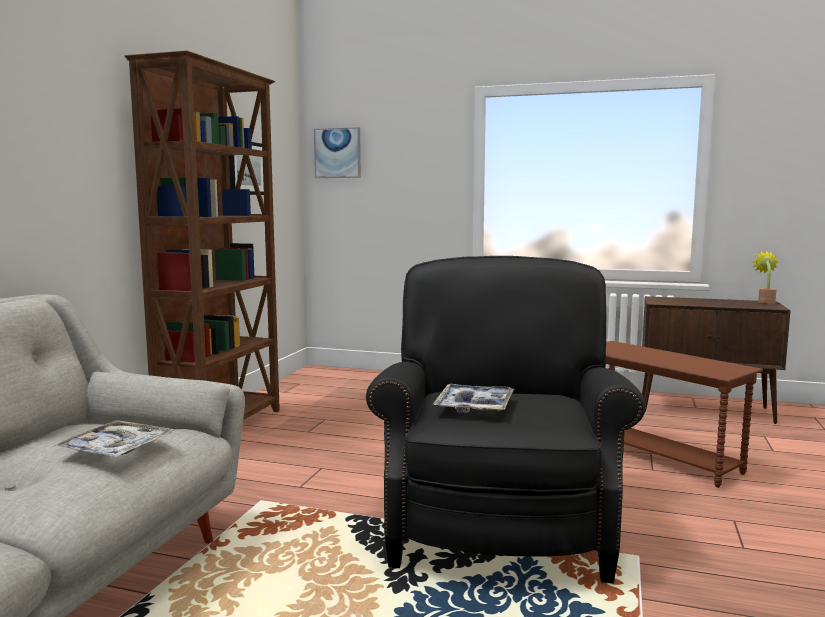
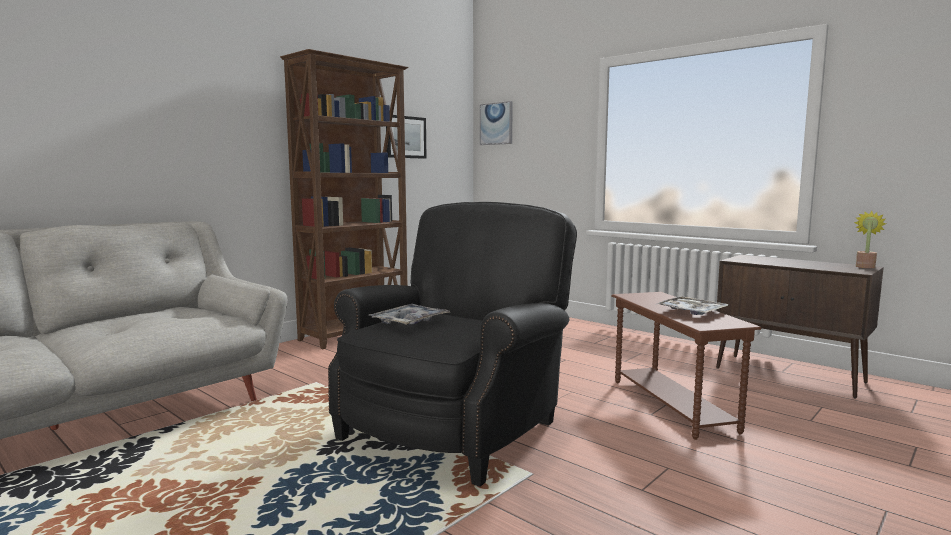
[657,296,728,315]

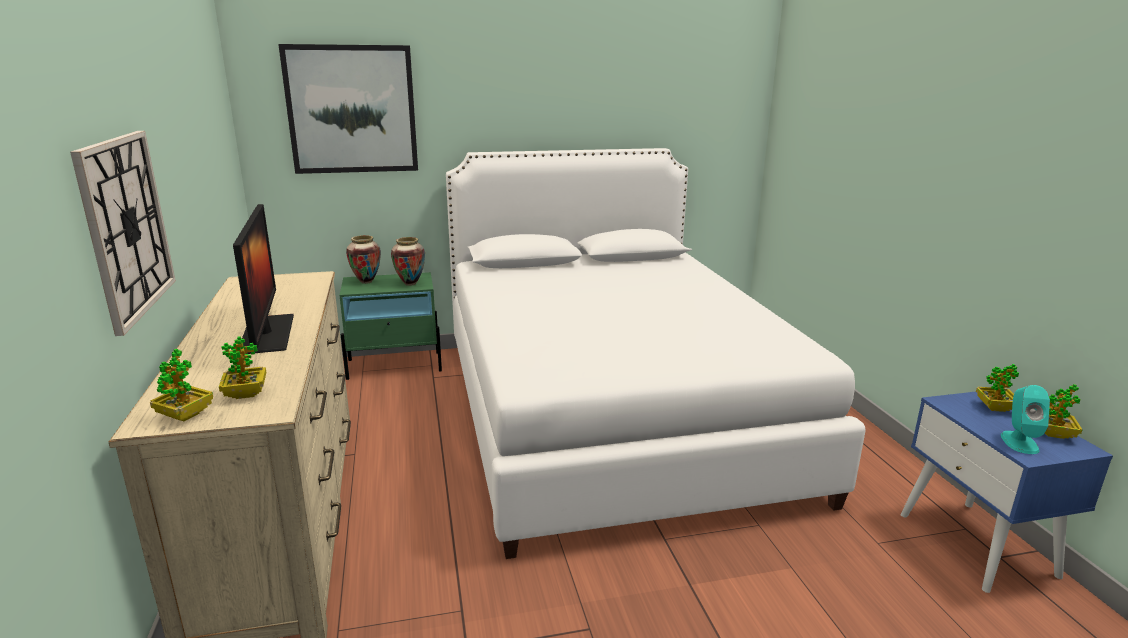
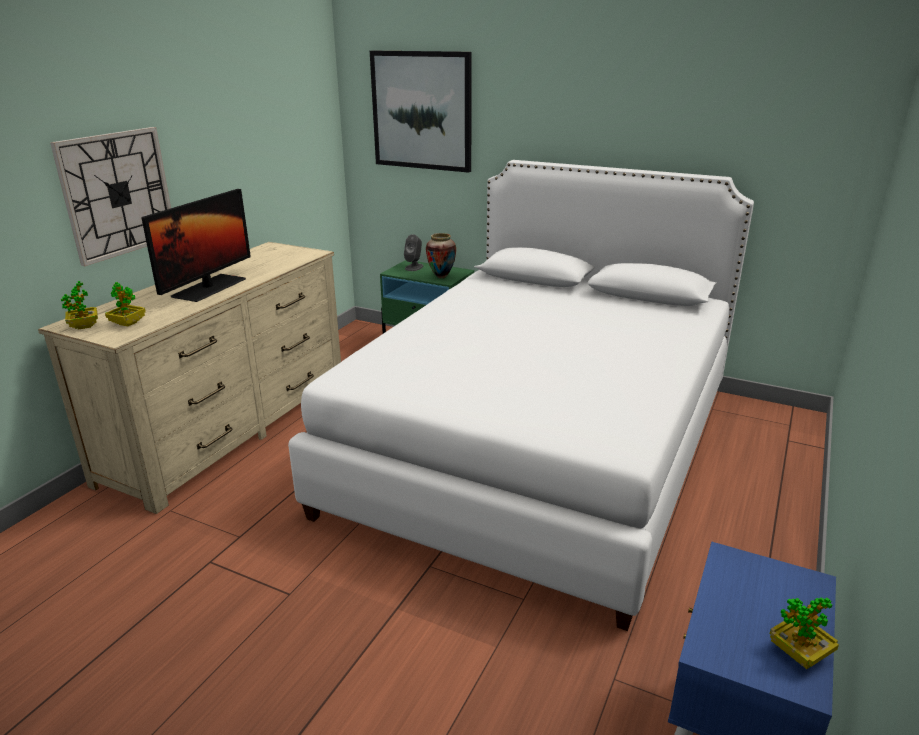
[404,234,423,271]
[976,364,1019,412] (first image)
[1001,385,1050,454] (first image)

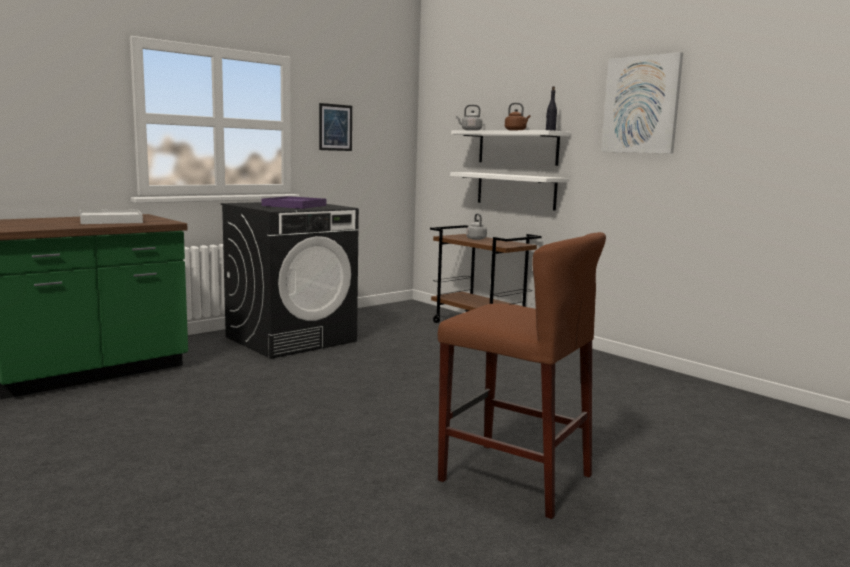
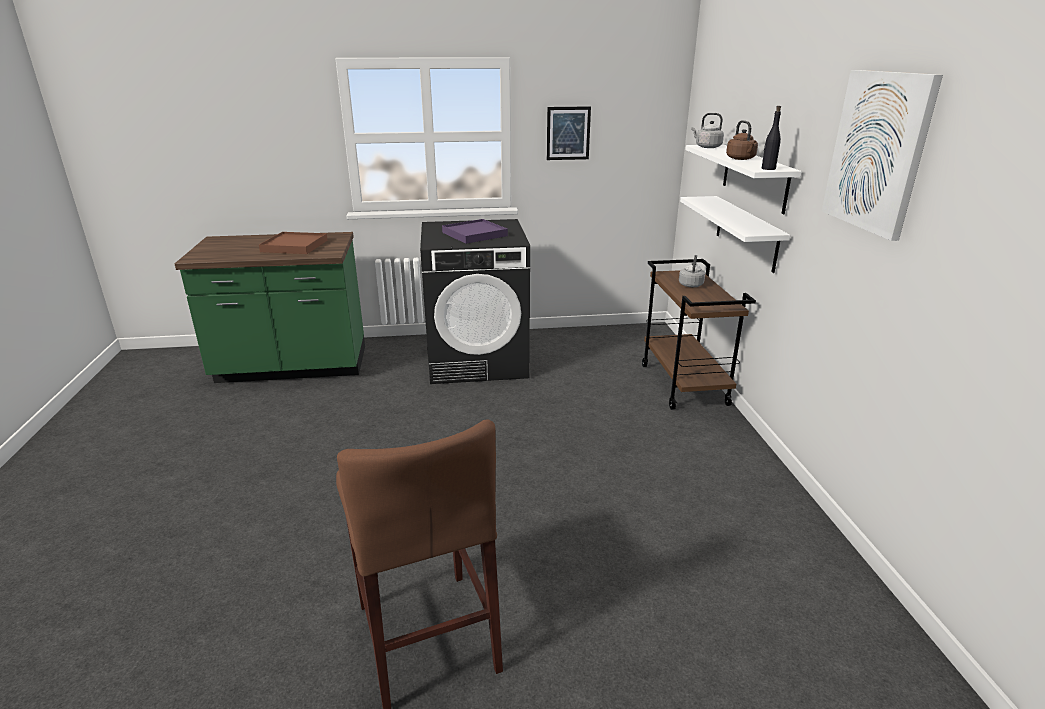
[259,232,328,254]

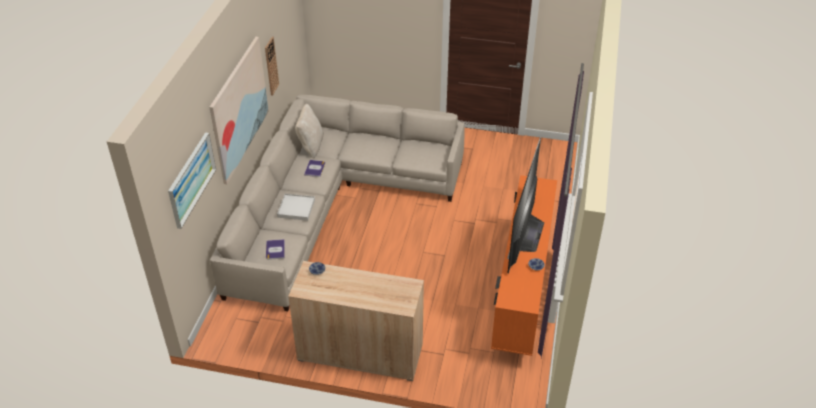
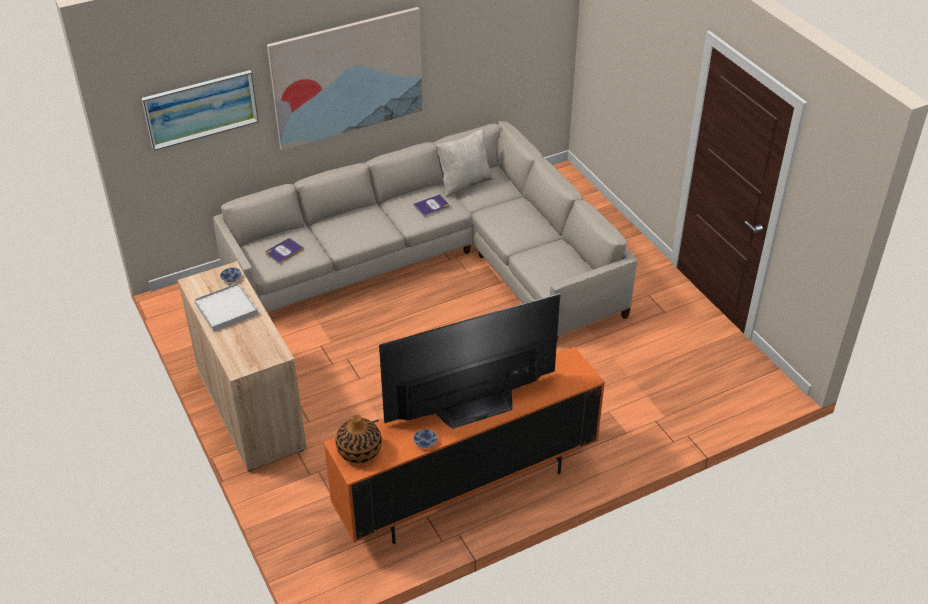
[265,37,279,96] (first image)
[194,283,258,332]
[335,415,382,463]

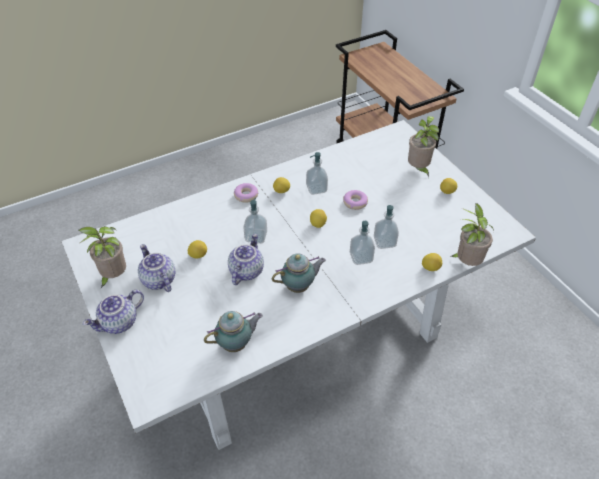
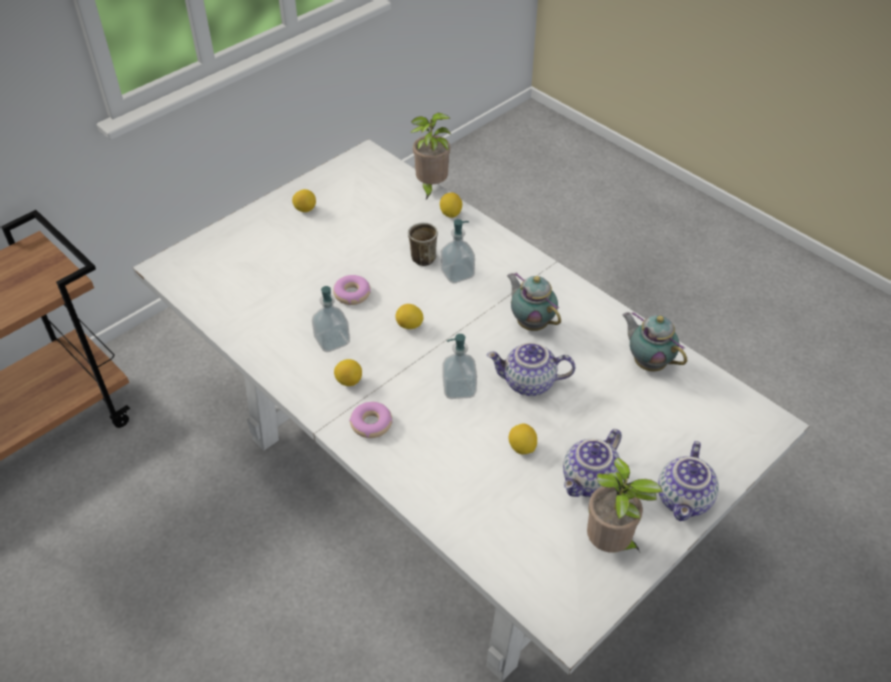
[658,441,719,521]
[408,222,438,266]
[408,116,439,177] (first image)

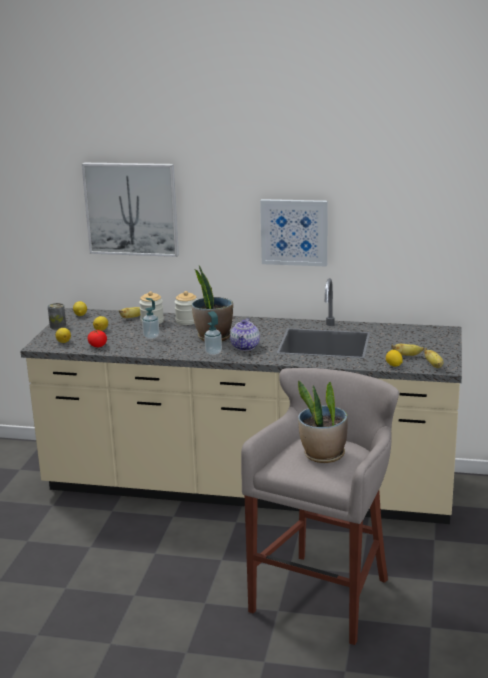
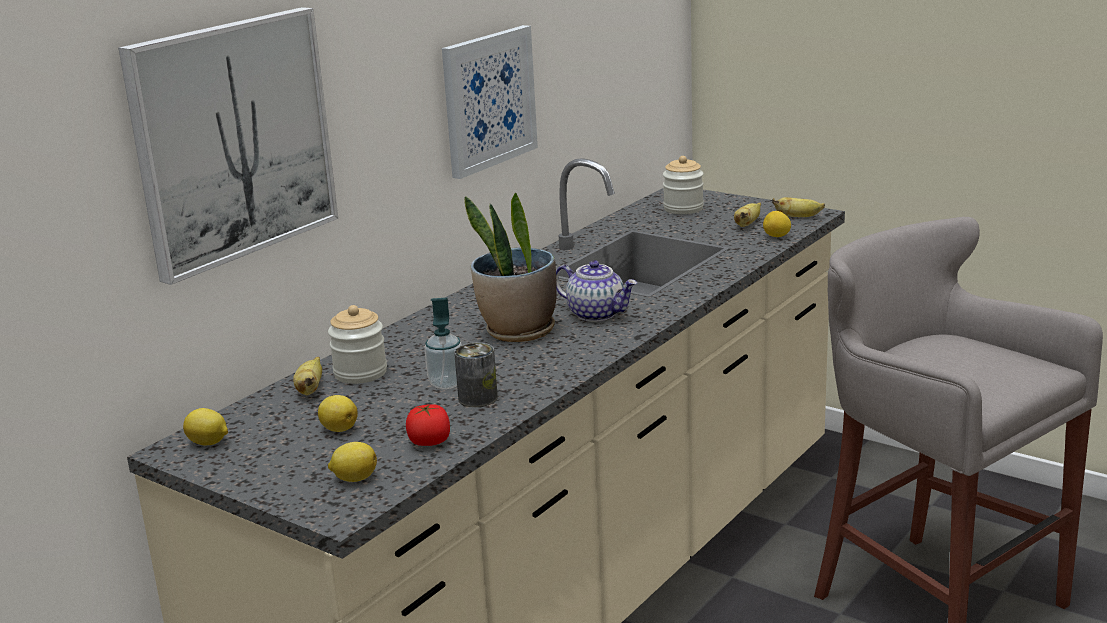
[454,343,498,407]
[663,156,704,214]
[204,311,222,355] (first image)
[298,380,348,463] (first image)

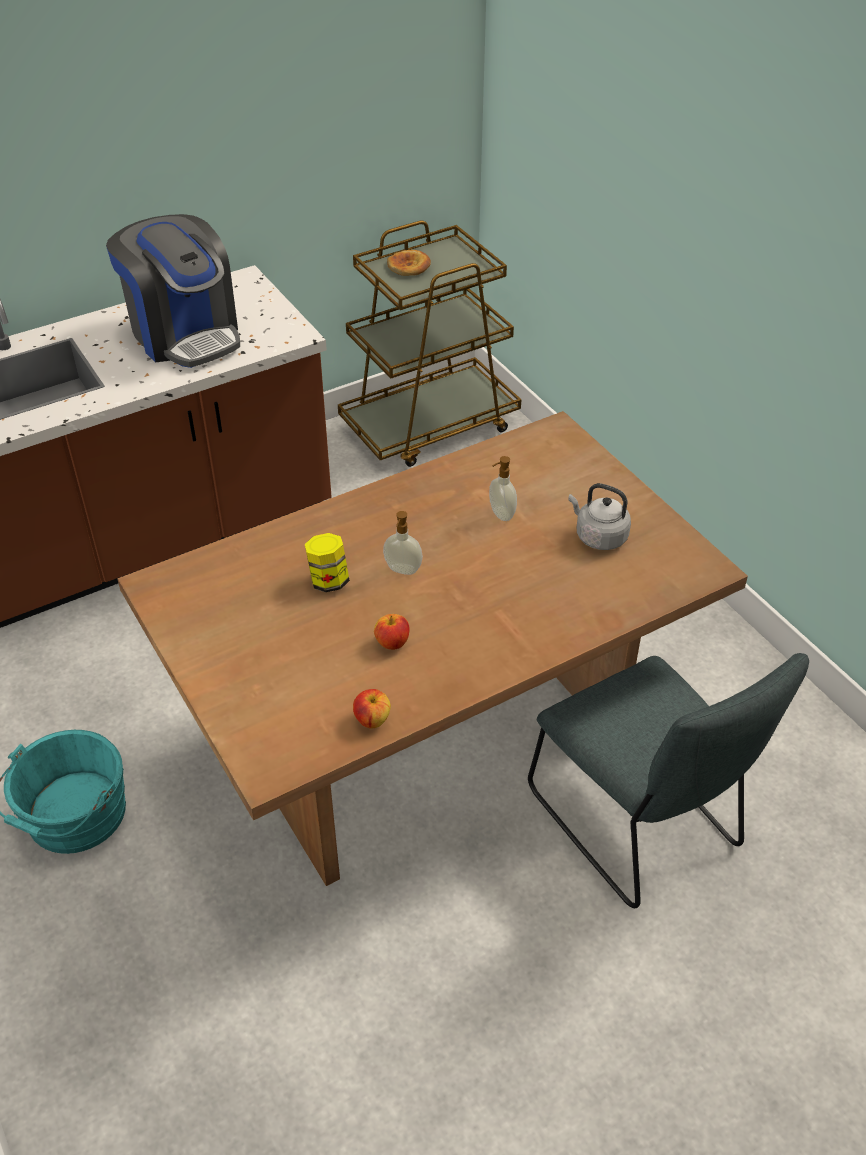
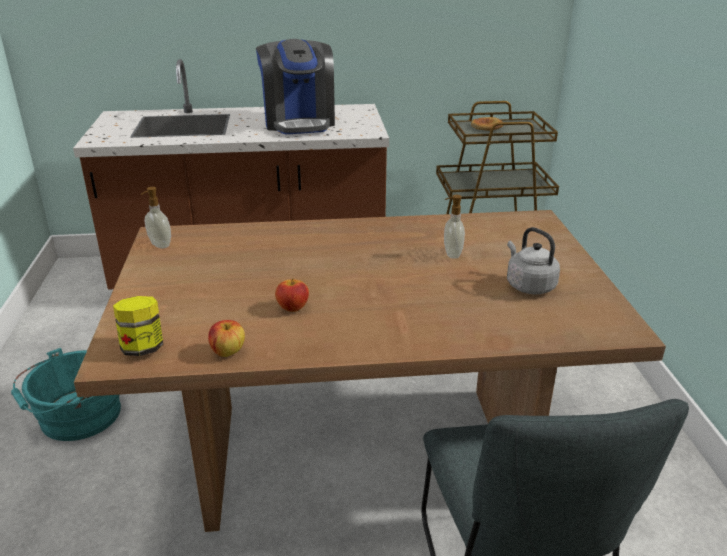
[113,296,163,356]
[141,187,171,249]

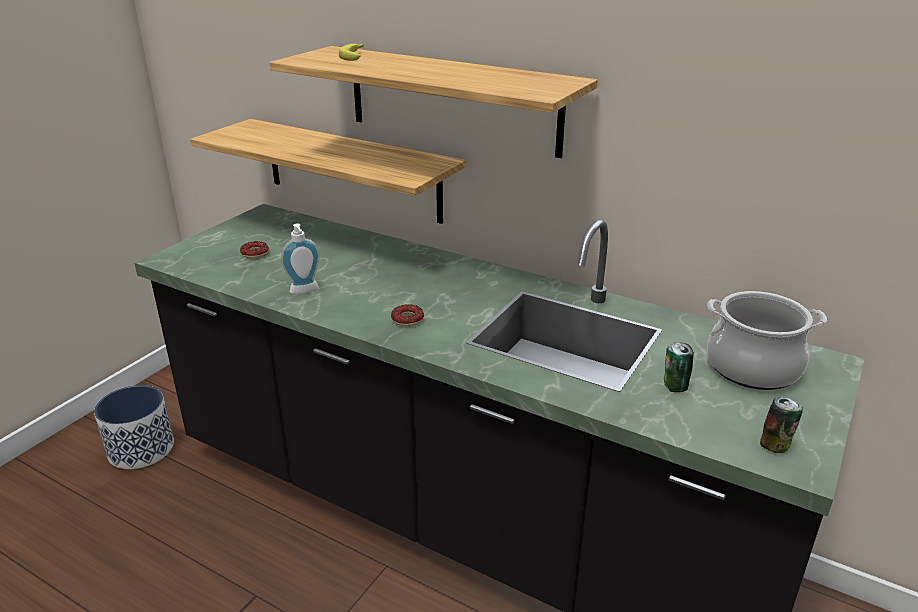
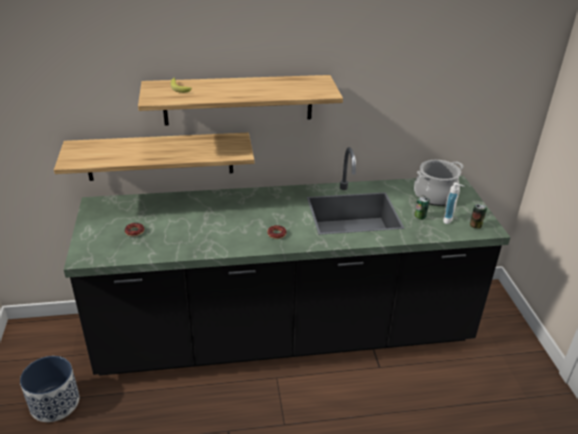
[443,182,465,224]

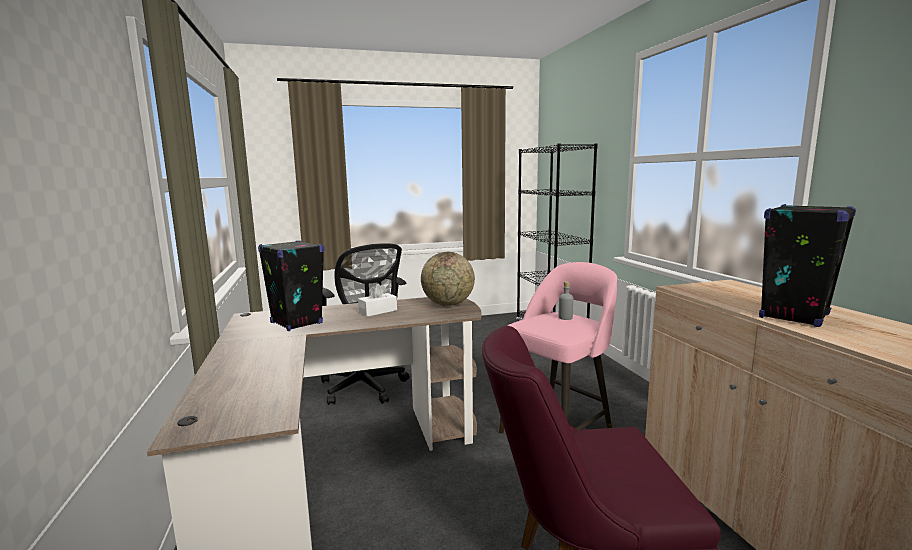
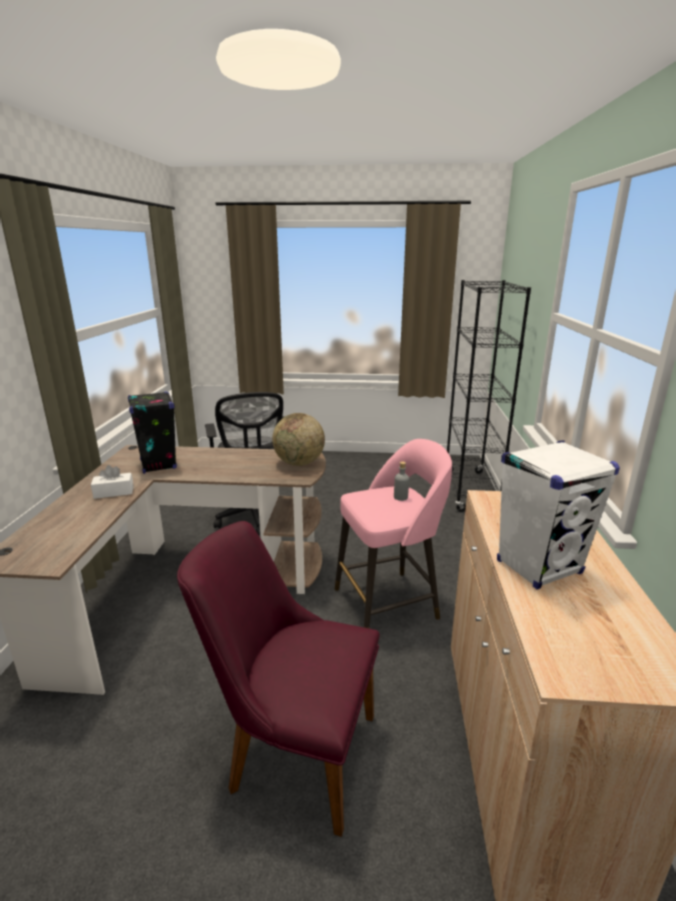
[91,465,134,499]
[497,440,620,590]

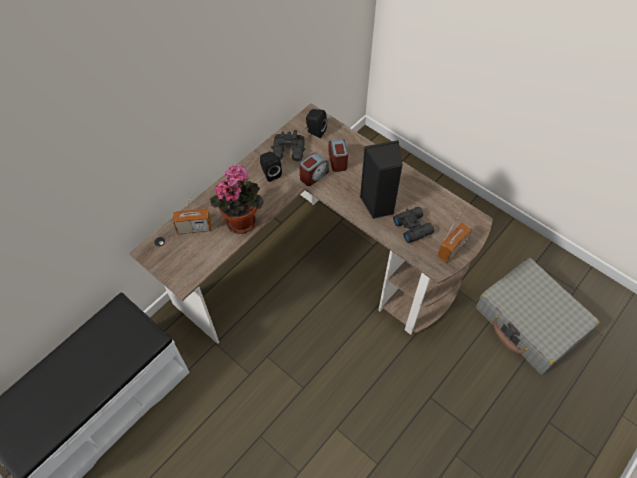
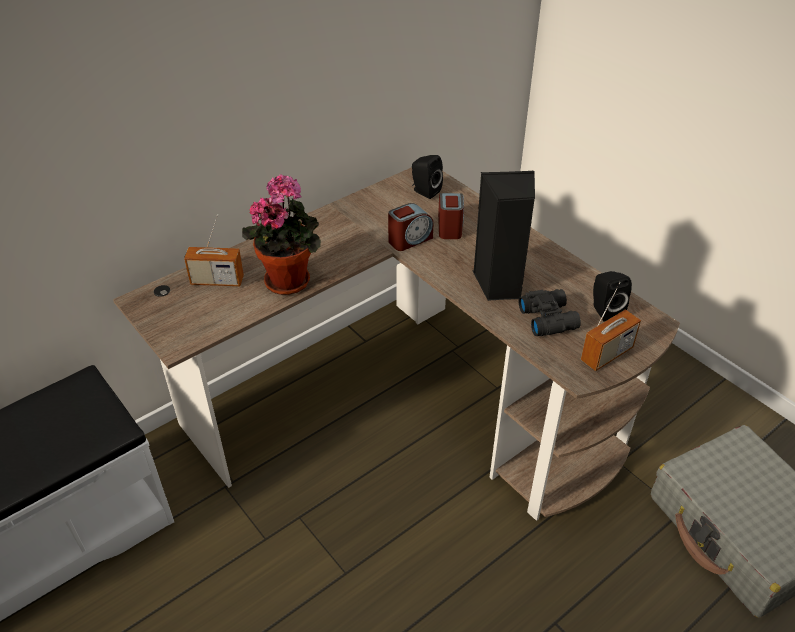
[593,271,632,322]
[271,130,305,161] (first image)

